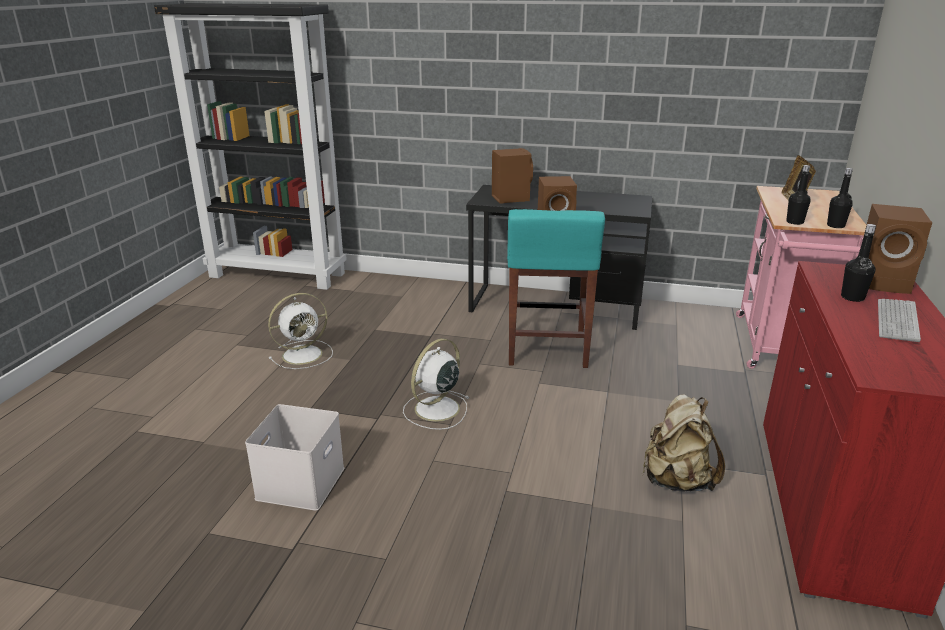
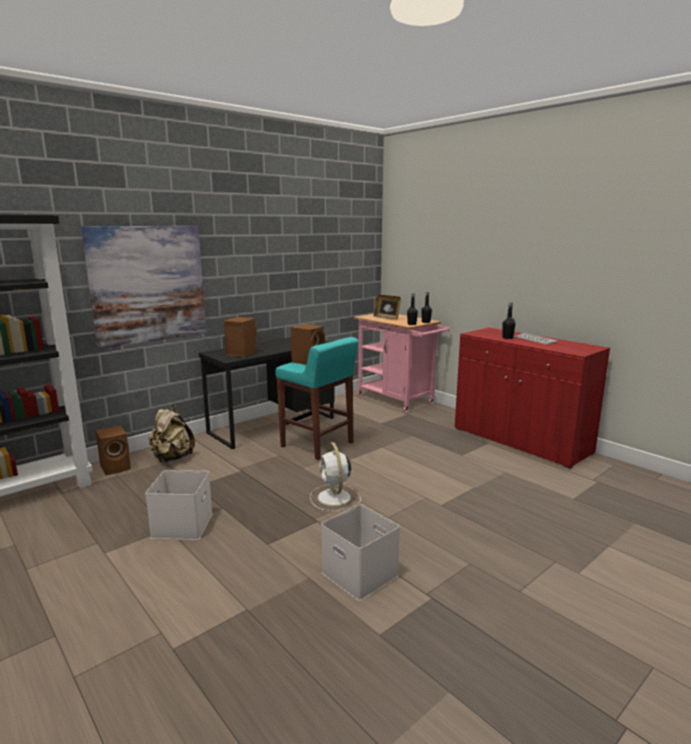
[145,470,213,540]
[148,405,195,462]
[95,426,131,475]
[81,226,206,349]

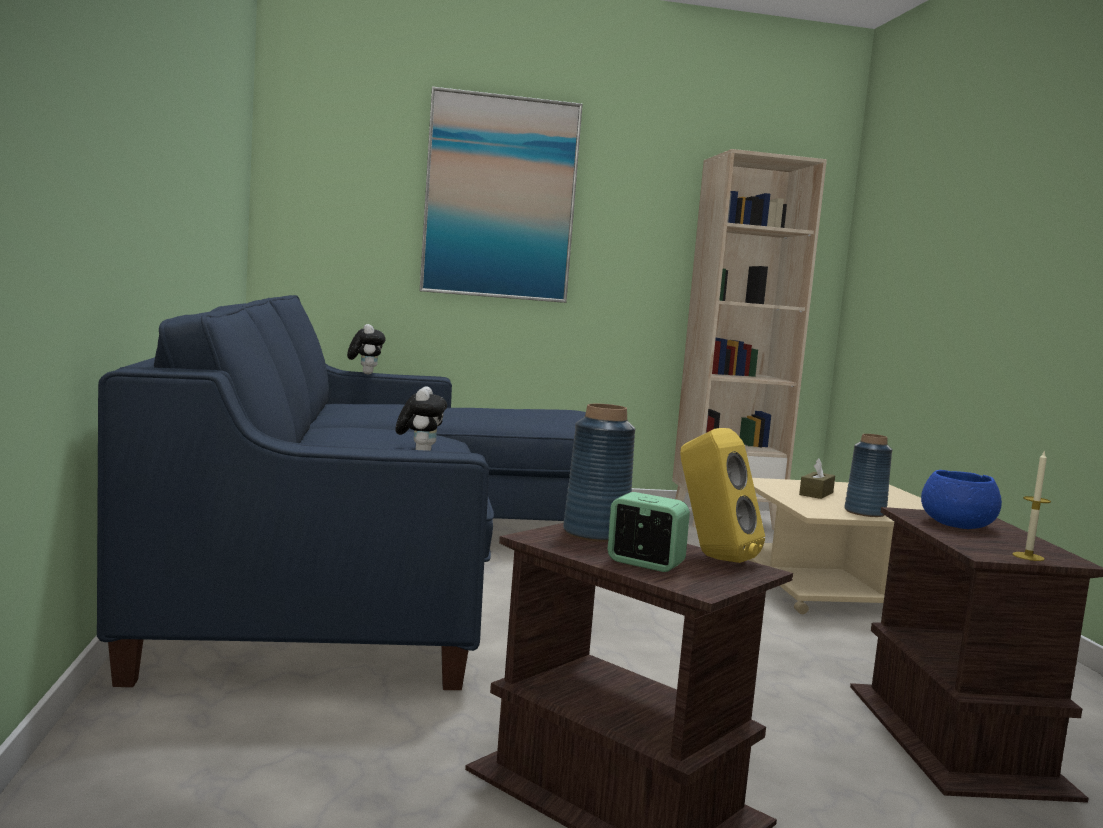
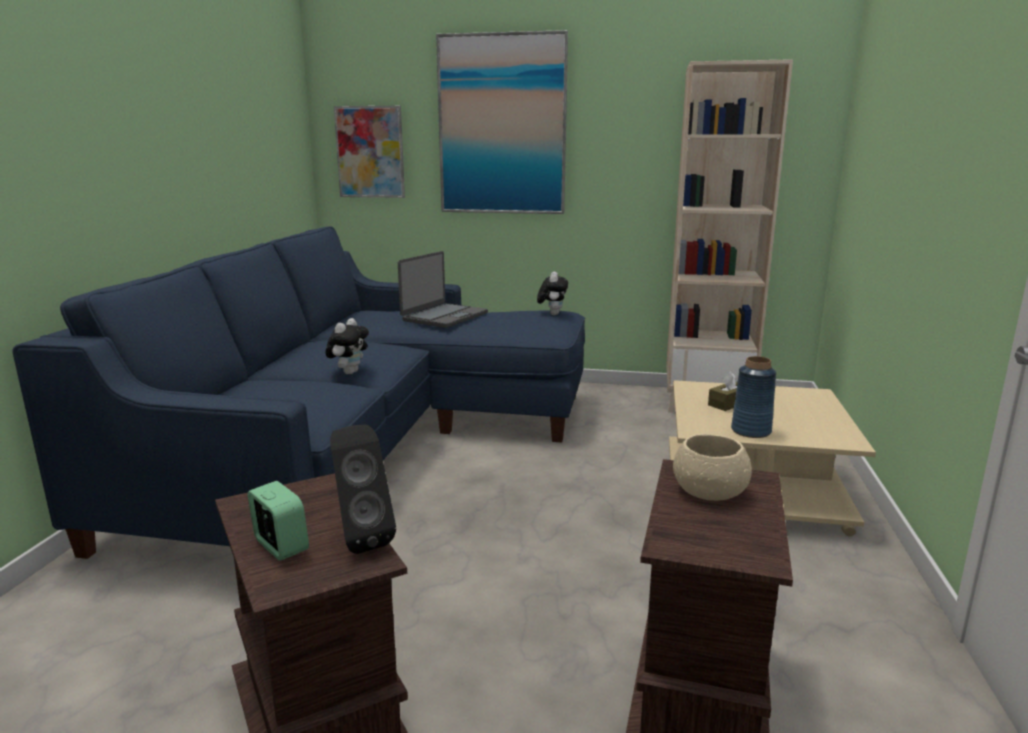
[537,271,568,315]
[563,404,635,542] (first image)
[330,424,396,554]
[673,434,752,501]
[1013,450,1051,561] (first image)
[334,106,405,198]
[398,251,488,328]

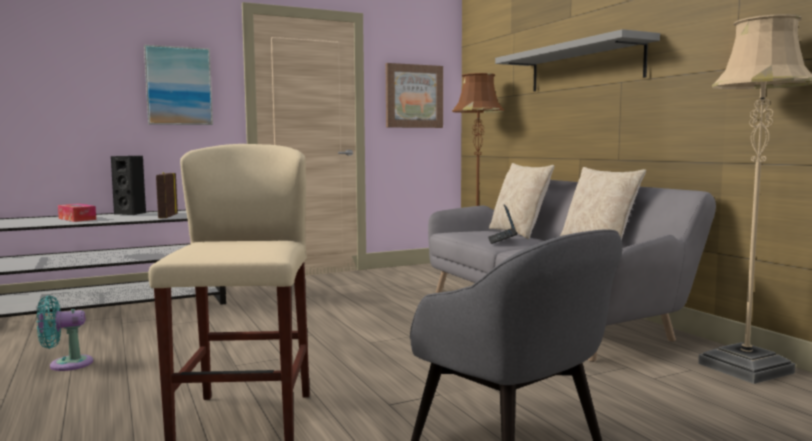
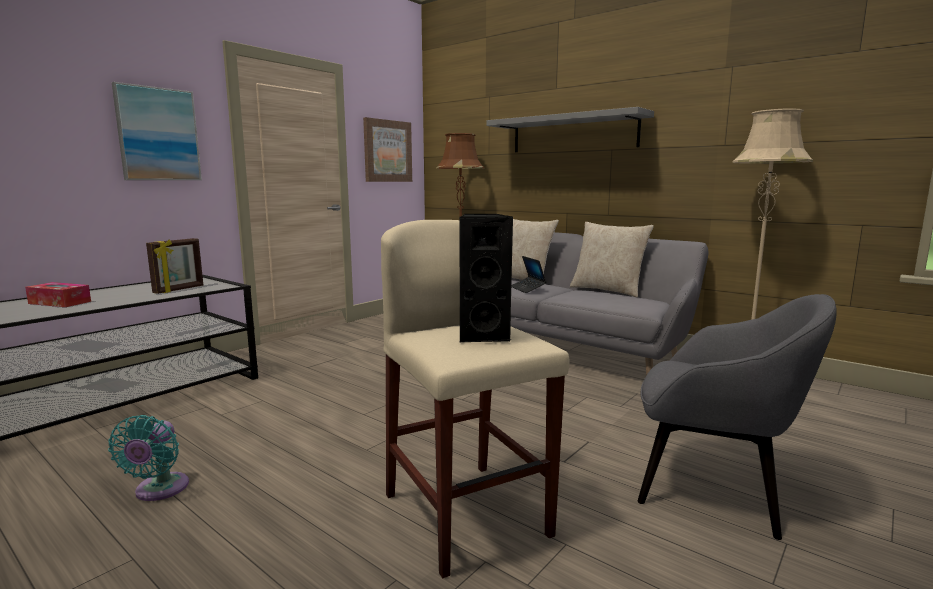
[108,415,189,501]
[459,214,513,342]
[146,238,203,294]

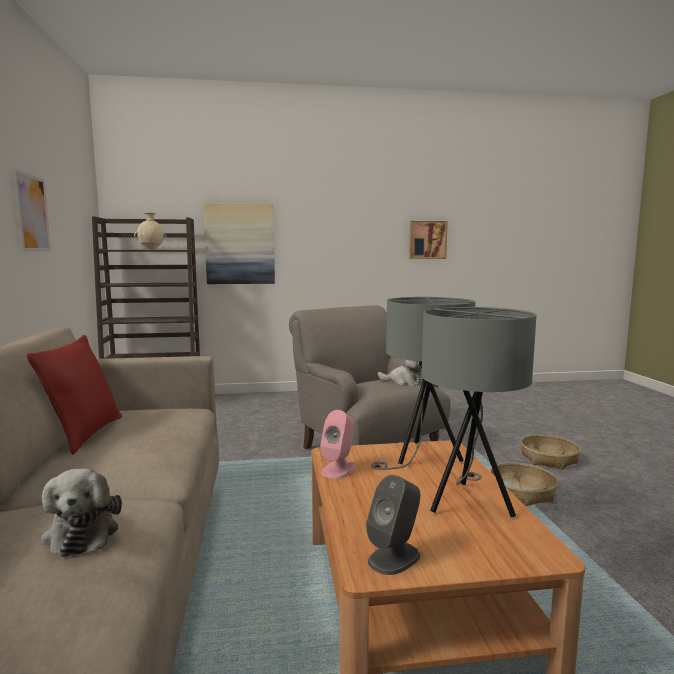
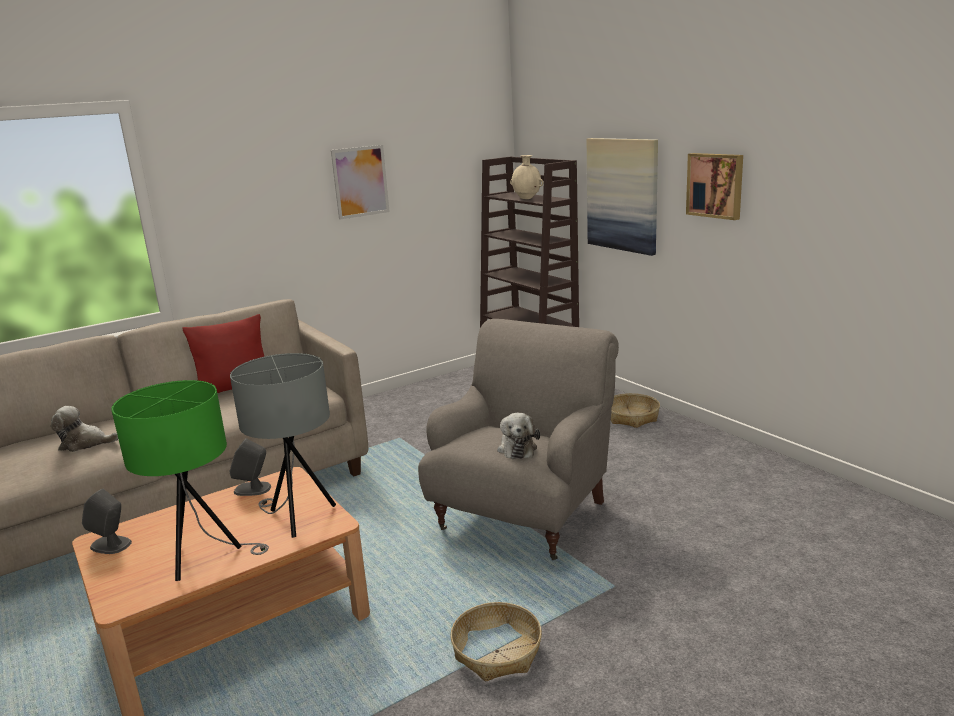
[51,406,118,452]
[230,438,271,496]
[686,153,743,220]
[111,380,269,581]
[611,393,660,428]

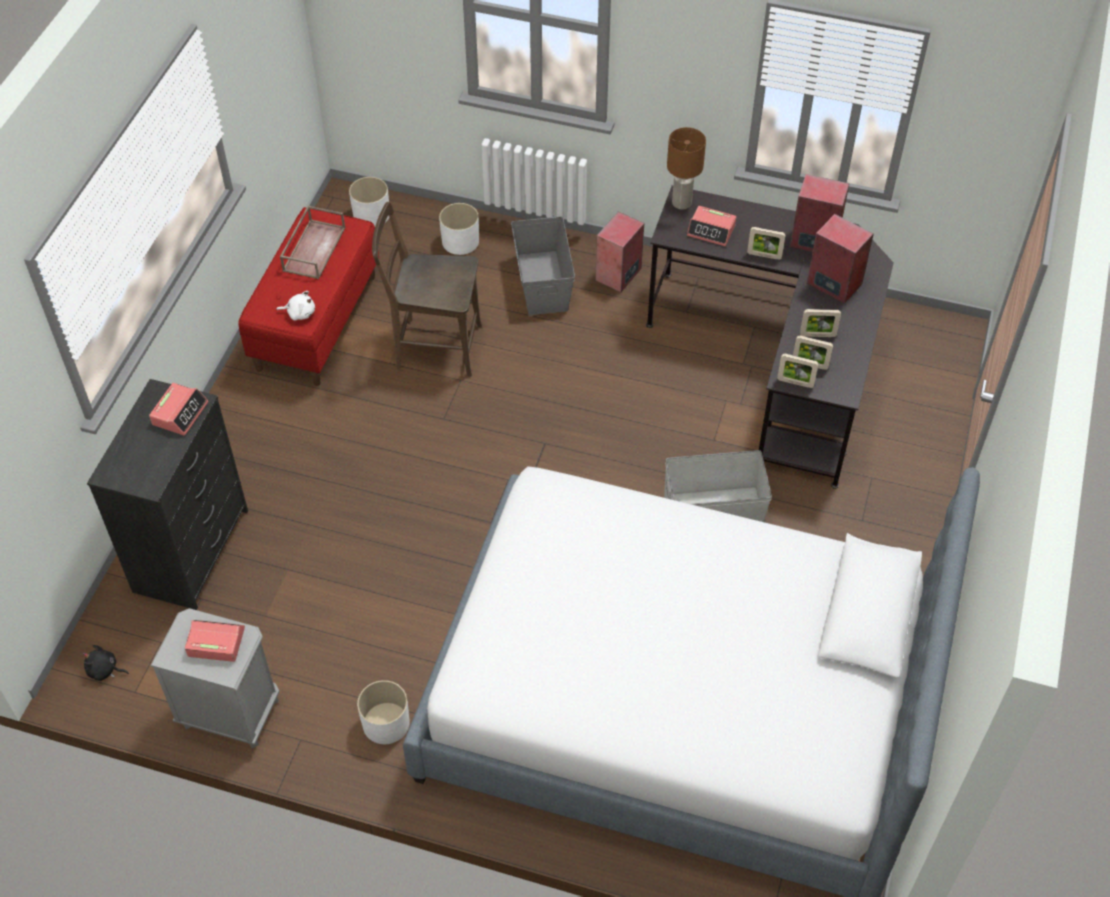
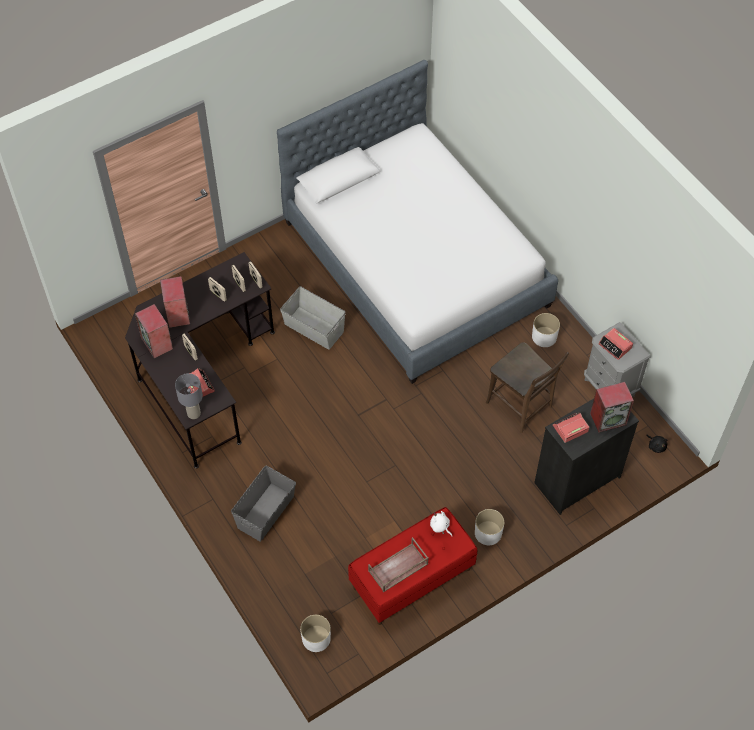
[486,342,569,433]
[475,509,504,545]
[590,382,634,433]
[175,373,203,419]

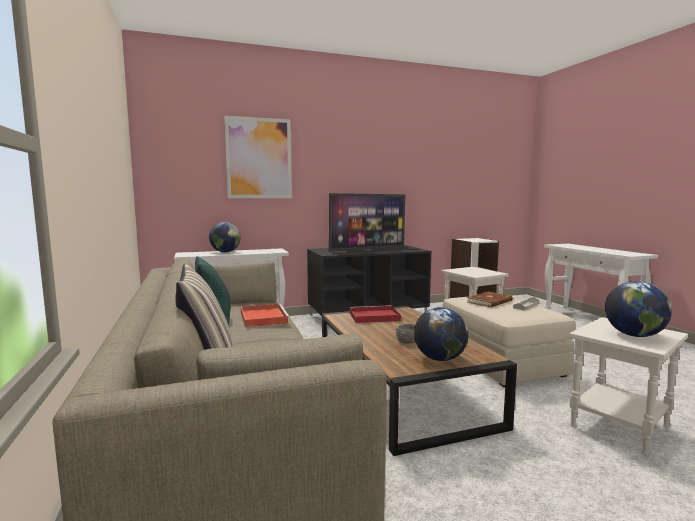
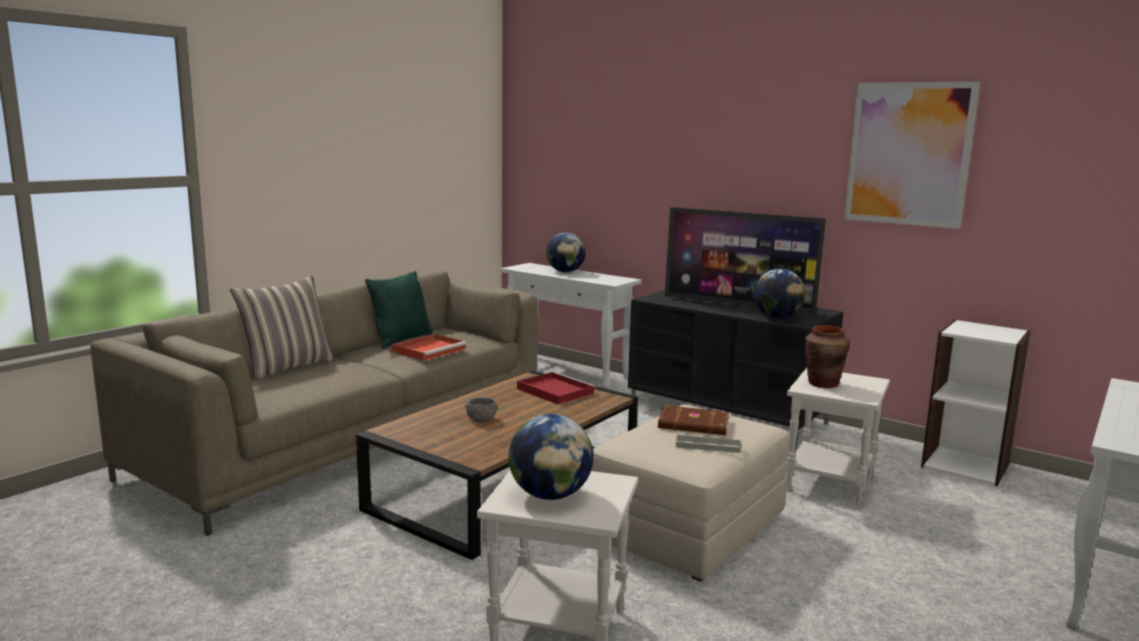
[844,81,980,229]
[754,269,805,319]
[805,325,850,388]

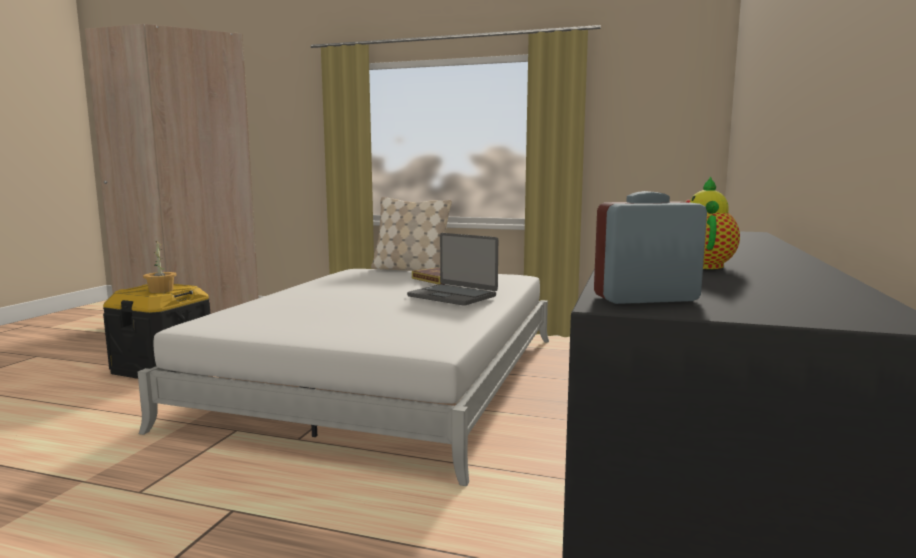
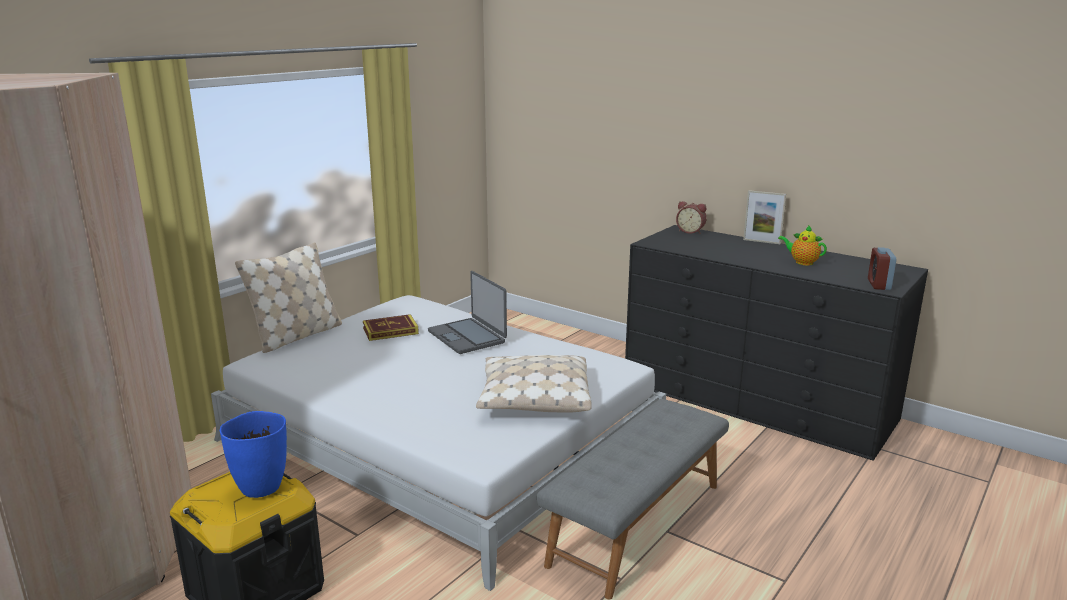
[220,411,287,498]
[428,271,507,354]
[476,355,592,413]
[537,399,729,599]
[676,201,707,234]
[743,190,786,244]

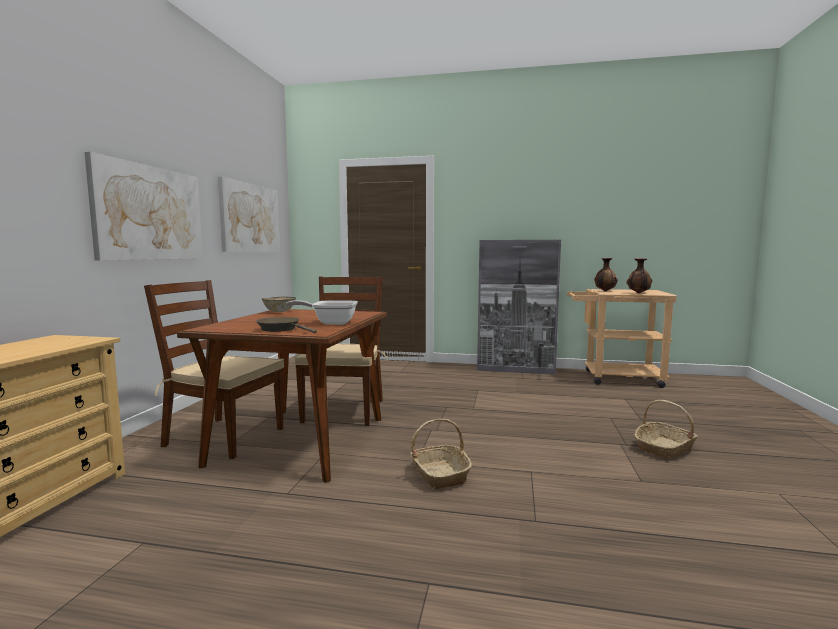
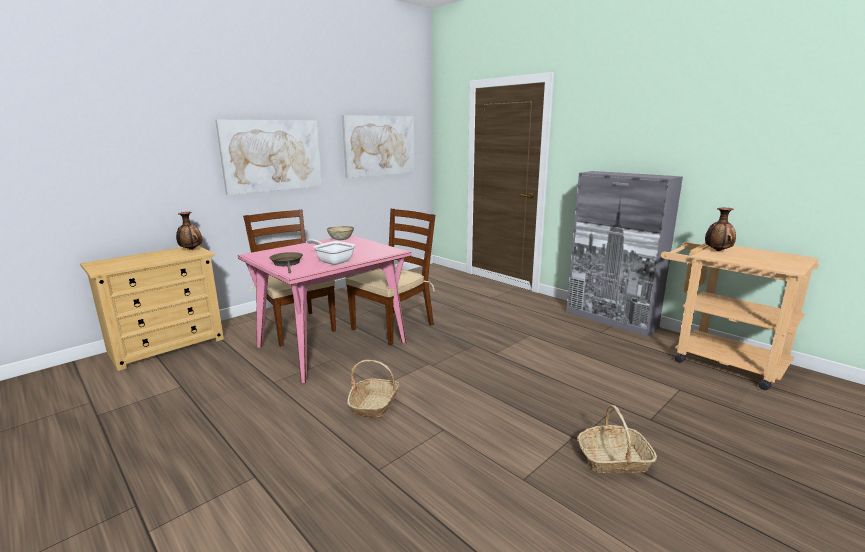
[238,235,412,383]
[176,212,202,250]

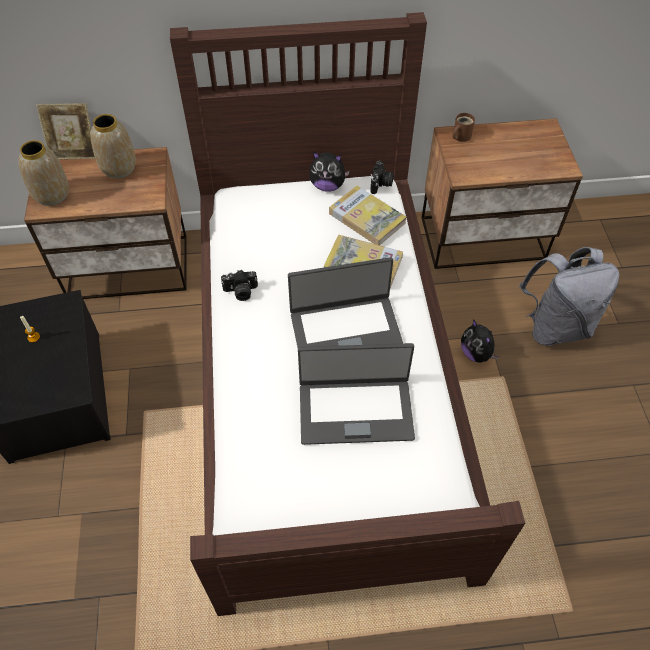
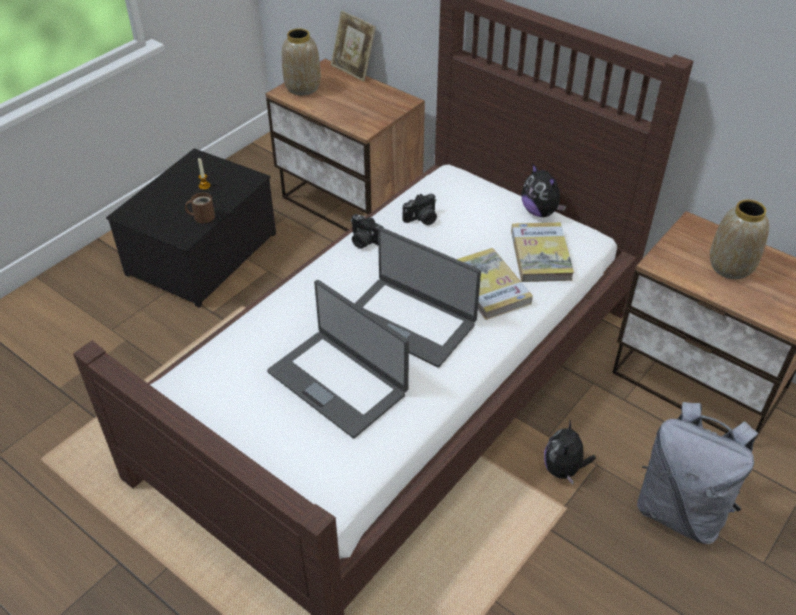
[710,200,769,279]
[403,193,437,225]
[185,193,215,224]

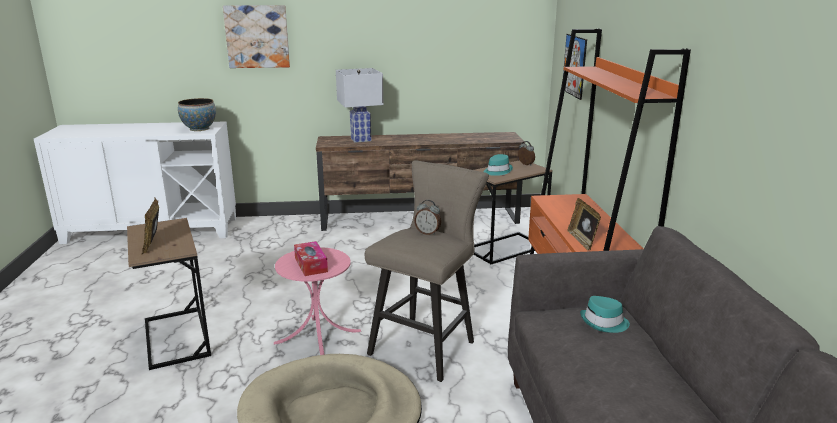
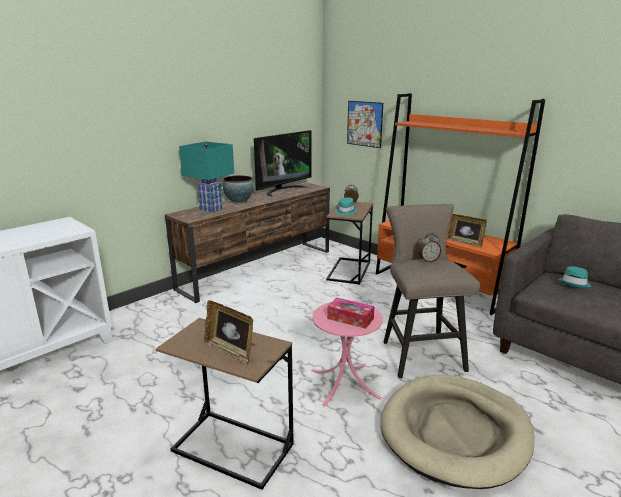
[223,175,254,204]
[223,5,290,68] (first image)
[179,142,234,213]
[254,130,312,197]

